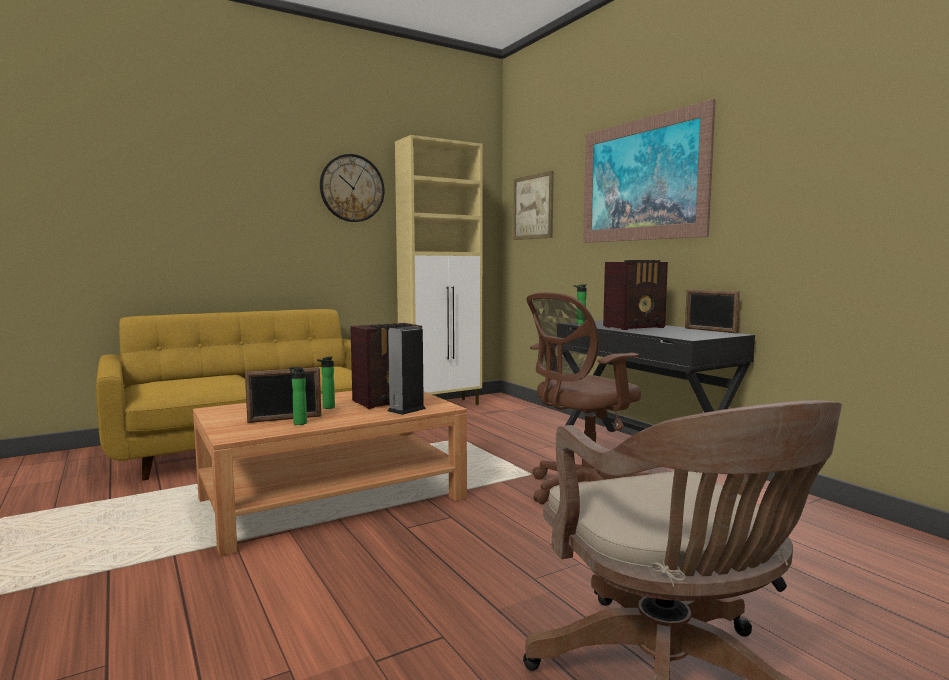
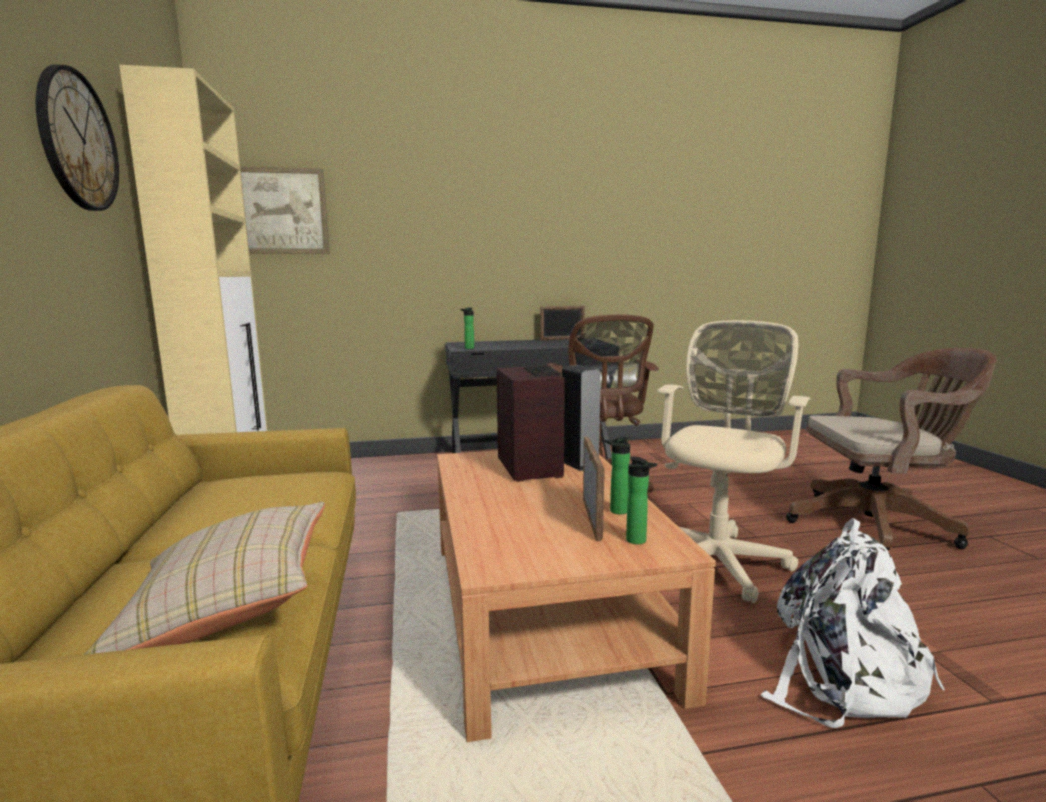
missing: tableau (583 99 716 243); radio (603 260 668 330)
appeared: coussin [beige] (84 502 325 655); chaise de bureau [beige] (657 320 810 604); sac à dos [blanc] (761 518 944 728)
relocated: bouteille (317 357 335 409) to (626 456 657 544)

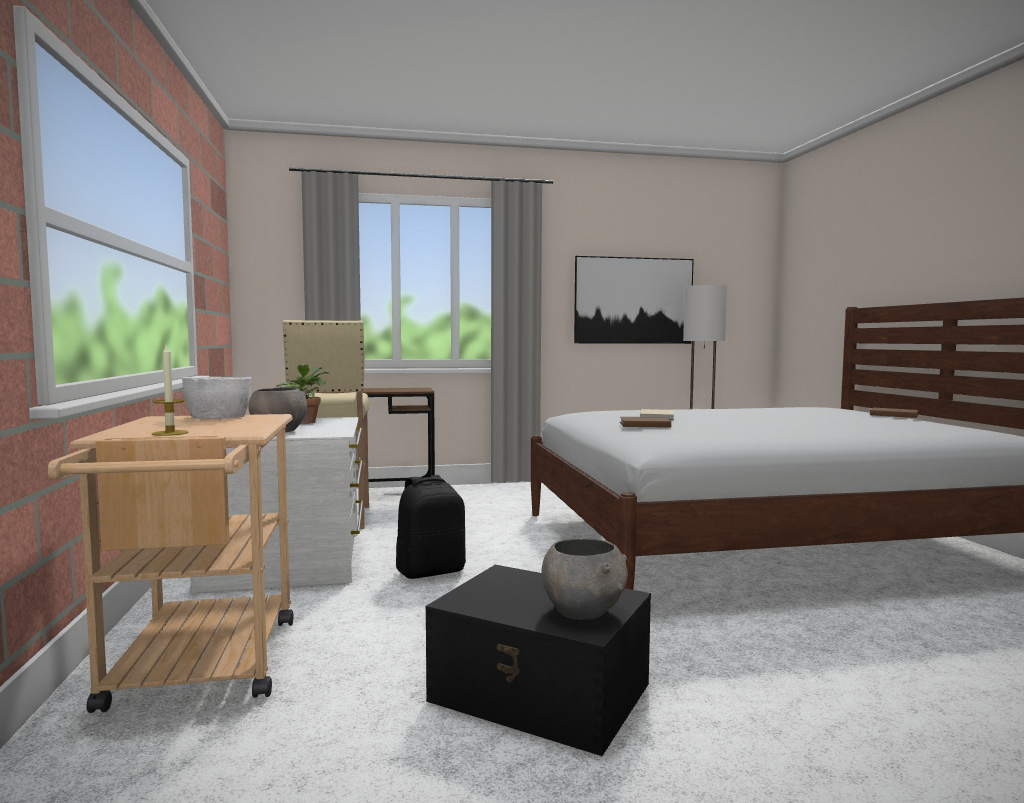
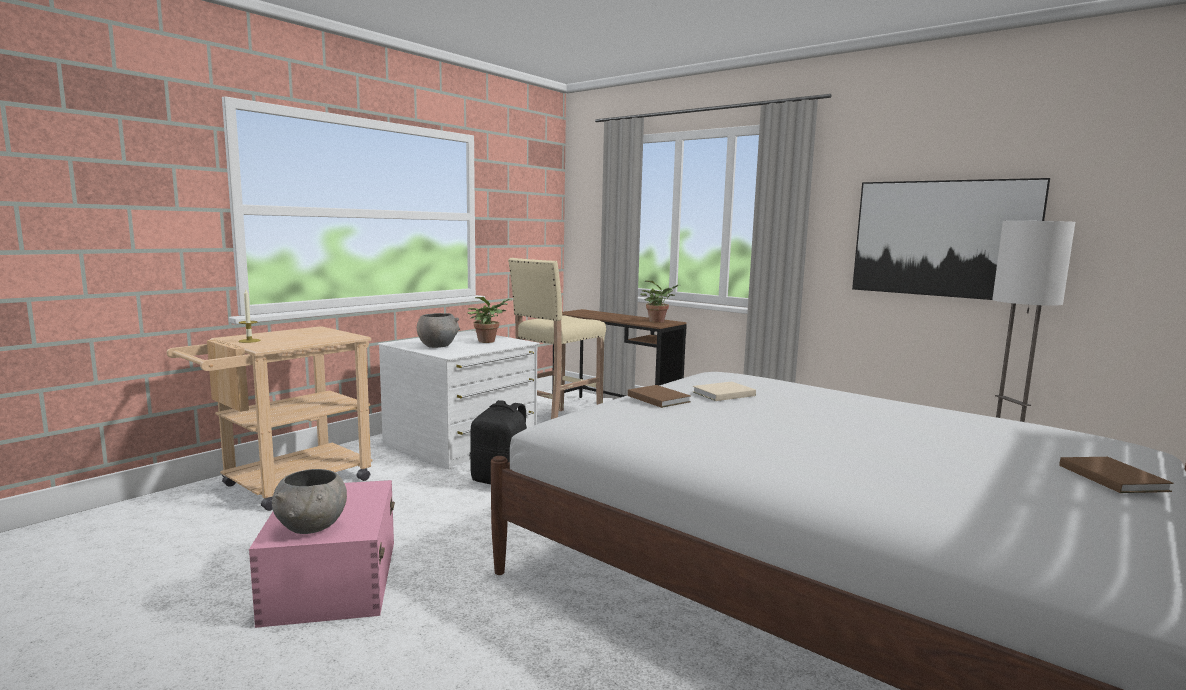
missing: bol [blanc] (182 377 252 419)
appeared: plante en pot (640 281 681 323)
colour: boîte de rangement [noir] (426 565 651 756) to boîte de rangement [rose] (249 480 395 628)

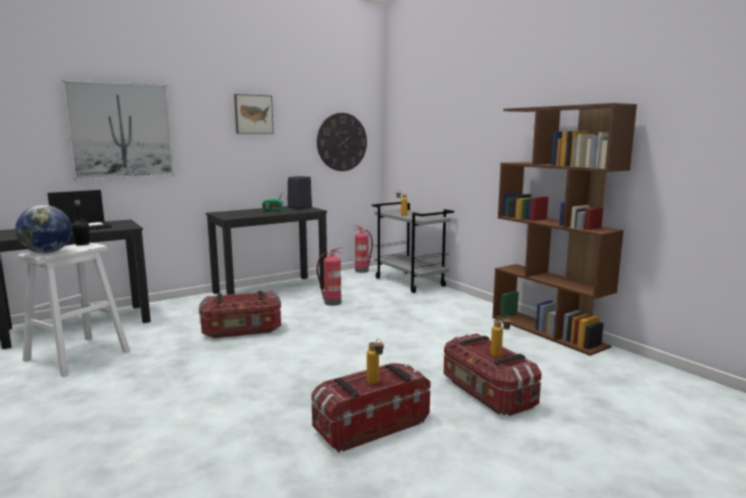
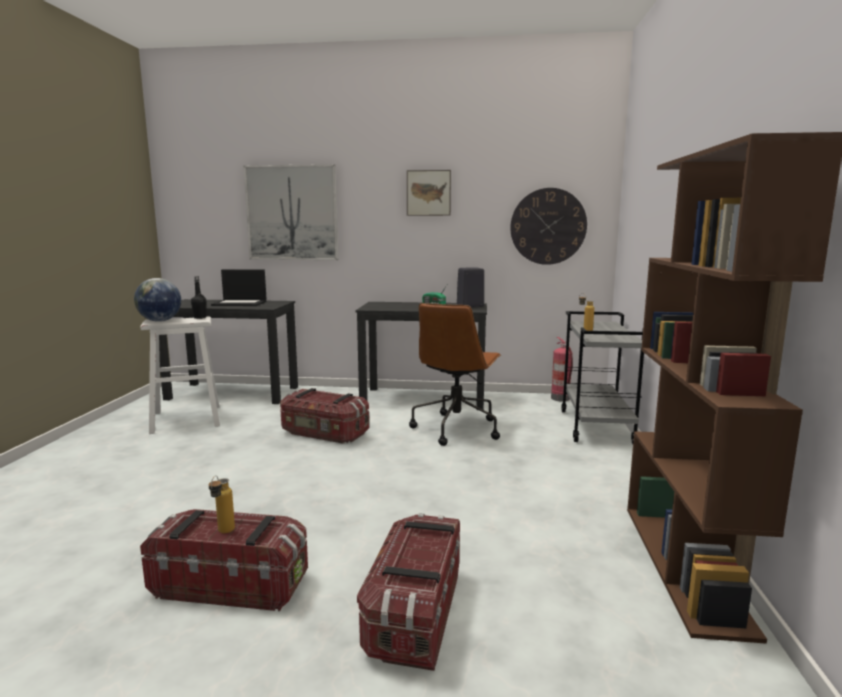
missing: bouteille (490 315 511 357)
exchanged: extincteur (317 247 343 306) to chaise de bureau [marron] (409 303 501 446)

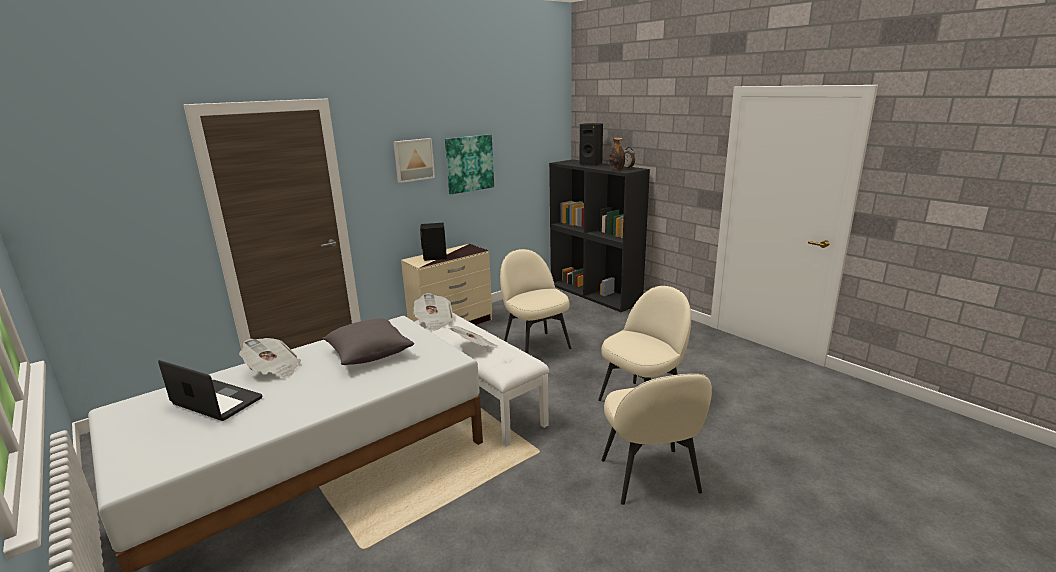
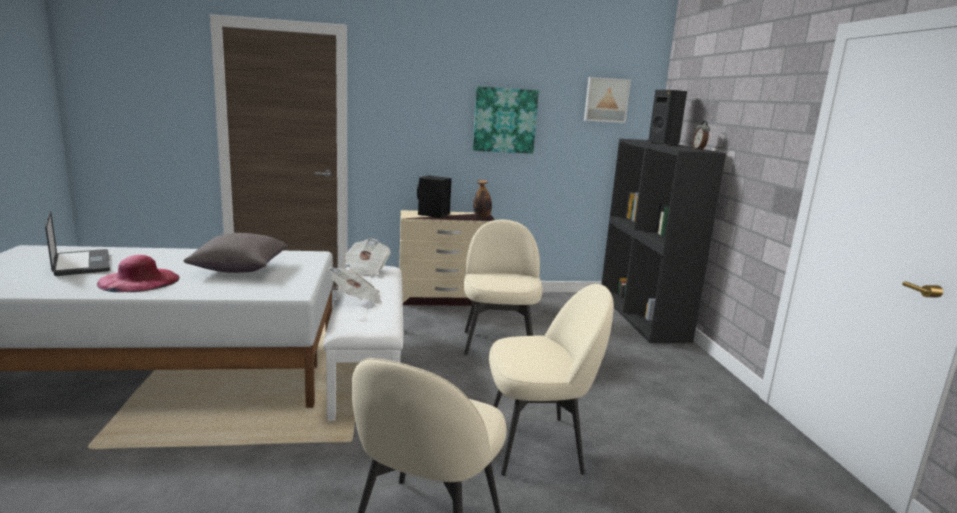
missing: journal (239 338 301 378)
appeared: chapeau [rose] (97 255 180 292)
relocated: tableau (393 138 435 183) to (584 77 631 123); bouteille (609 137 625 170) to (473 180 492 218)

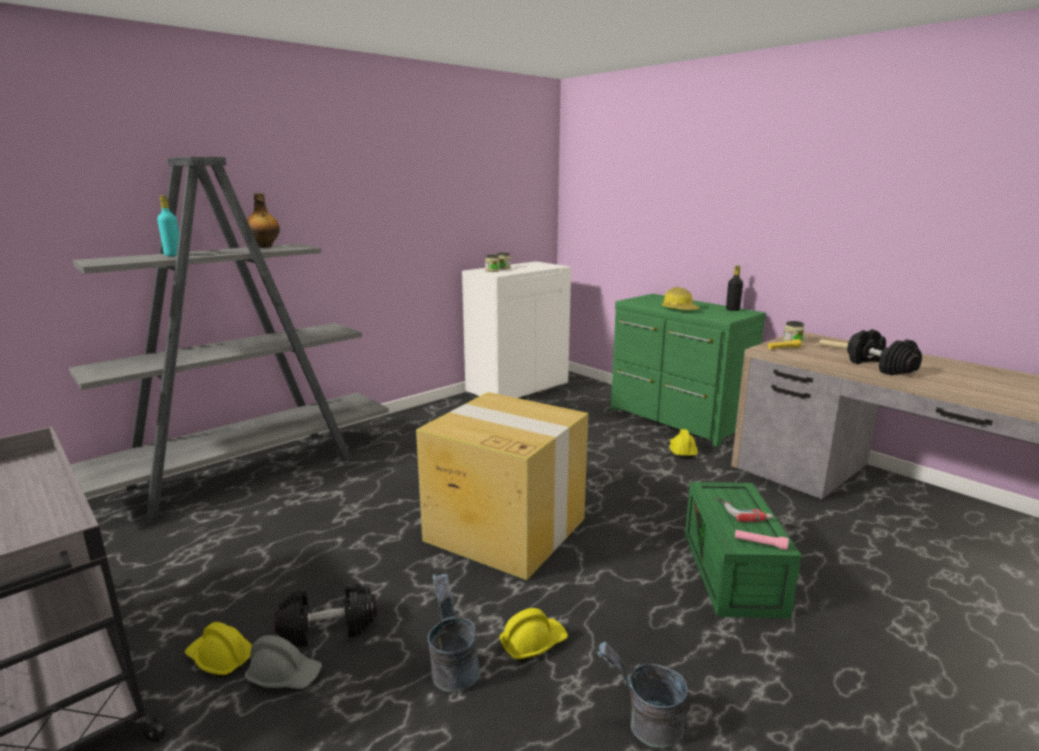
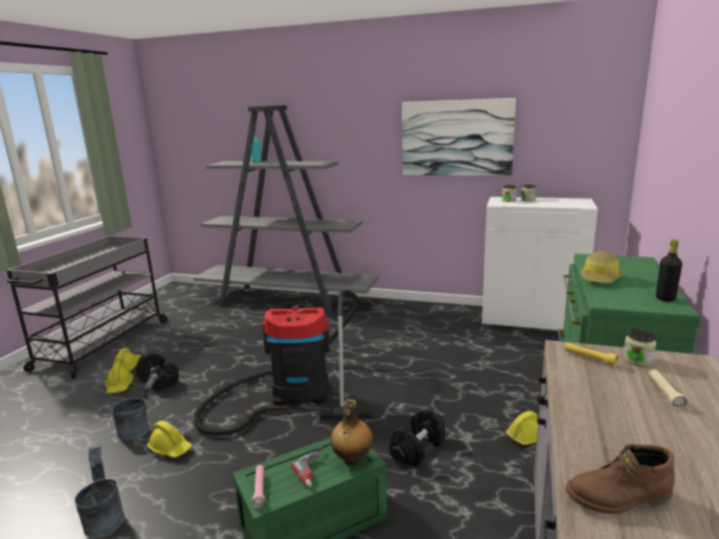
appeared: tableau (402 98 516 176); botte [marron] (566 444 675 514)
relocated: bouteille (247 193 280 248) to (331 399 373 466); haltère [noir] (847 329 922 375) to (389 409 445 466)
exchanged: carton (416 392 588 580) to aspirateur (194 290 372 436)
colour: casque de chantier [gris] (245 635 322 689) to casque de chantier [jaune] (105 362 133 393)

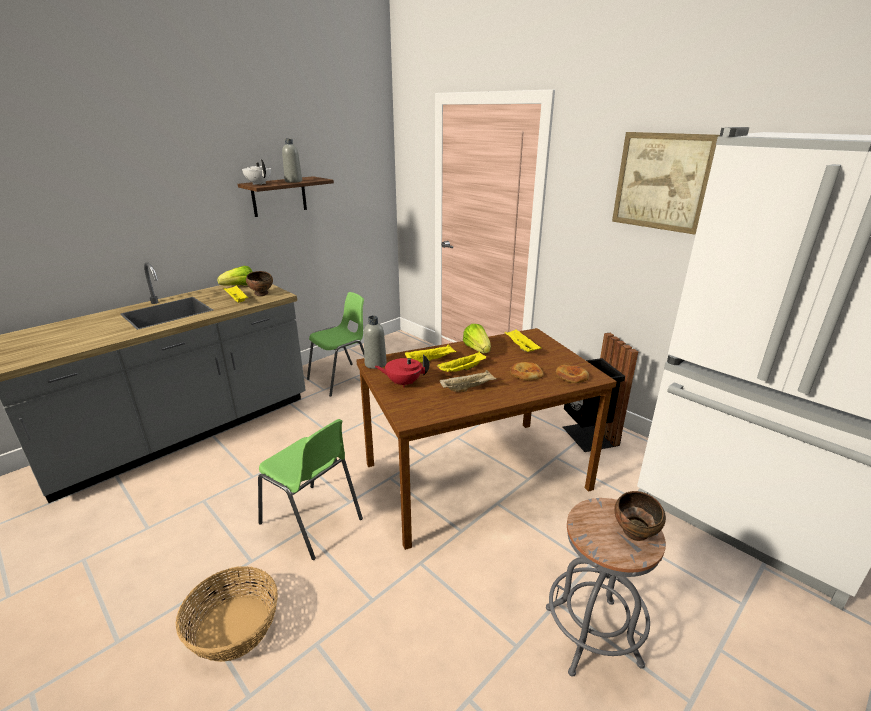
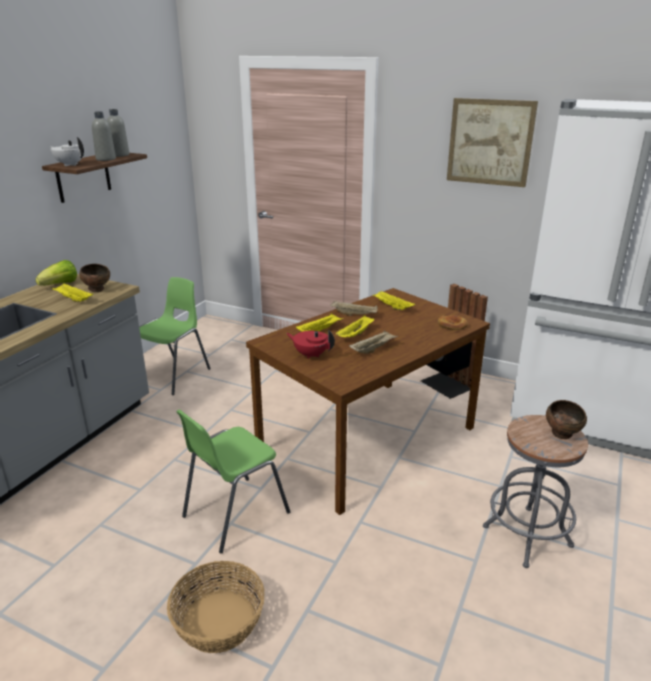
missing: pain (510 362 544 380)
relocated: bouteille [gris] (364 316 387 369) to (107 109 129 157)
exchanged: laitue (463 324 491 353) to plateau [beige] (330 301 378 316)
spun: chaise [vert] (258 419 363 560) = (176 409 290 553) 120 degrees clockwise; théière [rouge] (375 355 429 388) = (286 330 335 359) 45 degrees clockwise

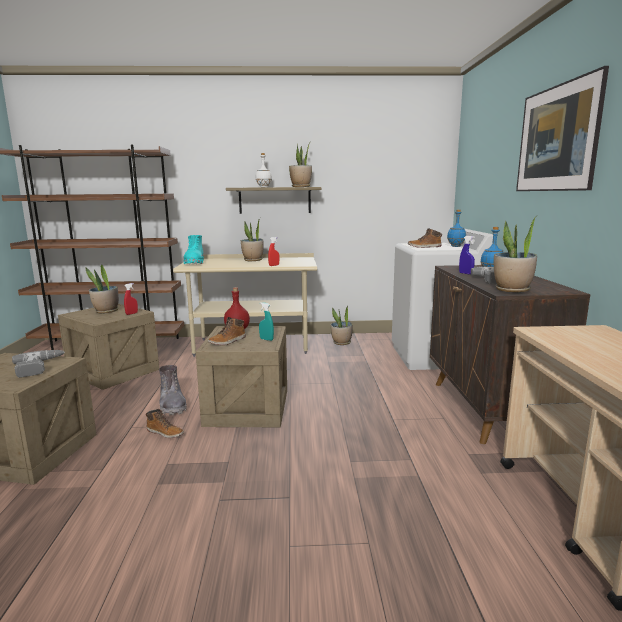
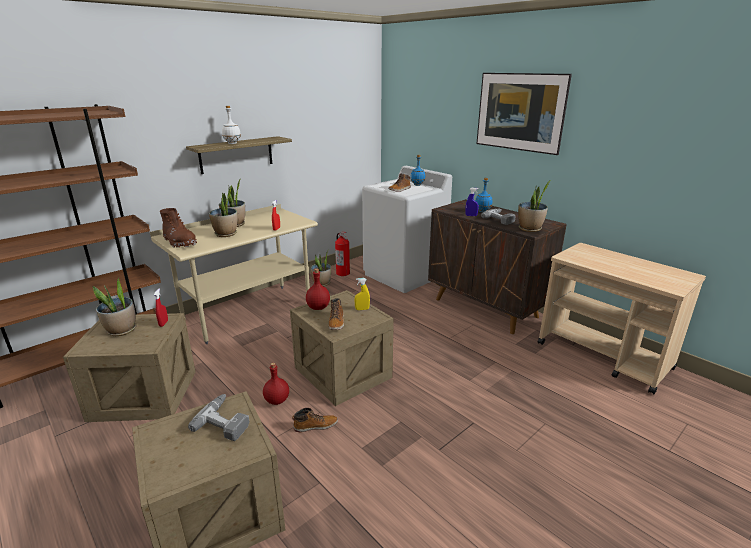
appeared: extincteur (335 232 350 276)
relocated: plante en pot (289 143 312 187) to (209 185 237 237)
exchanged: botte [gris] (159 365 187 415) to bouteille [rouge] (263 363 289 405)
colour: botte [turquoise] (184 235 204 264) to botte [marron] (160 208 197 248); vaporisateur [turquoise] (259 302 274 341) to vaporisateur [jaune] (354 278 370 310)

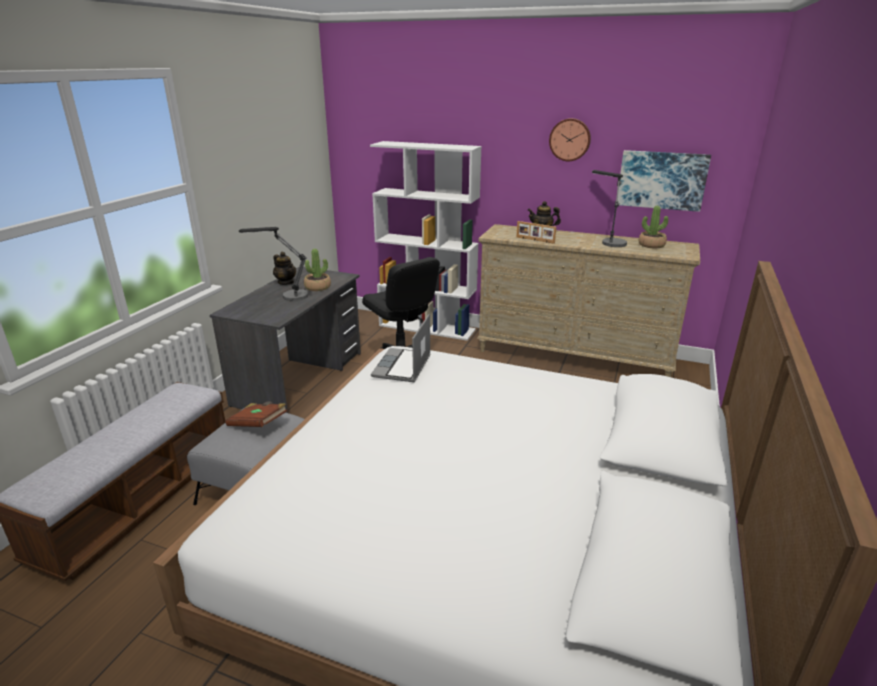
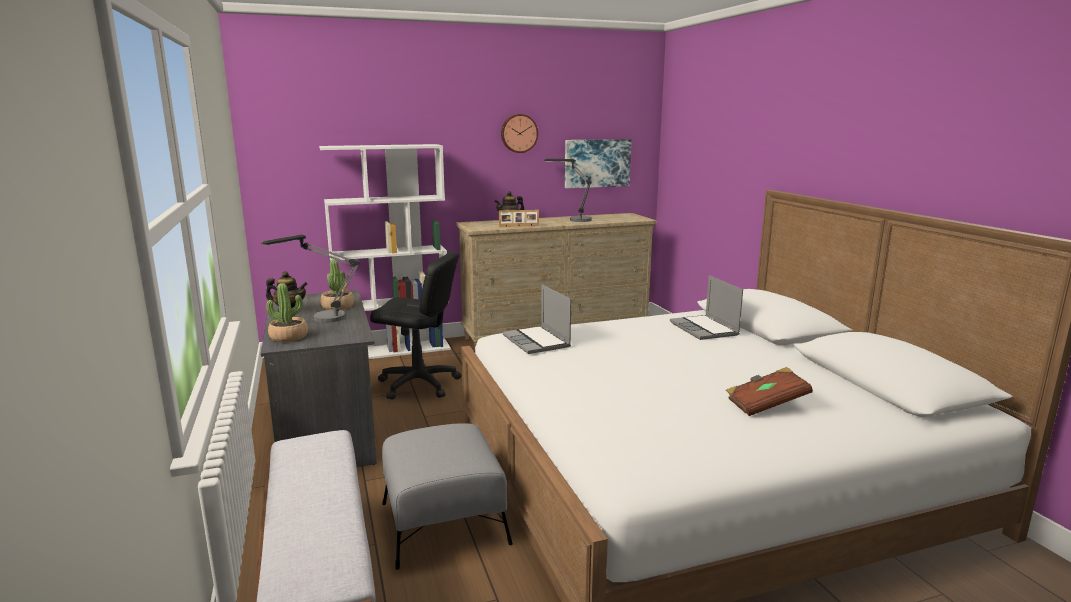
appeared: ordinateur portable (670 275 743 340)
relocated: livre [marron] (225 401 288 427) to (726 367 813 416); plante en pot (639 206 668 248) to (266 283 308 342)

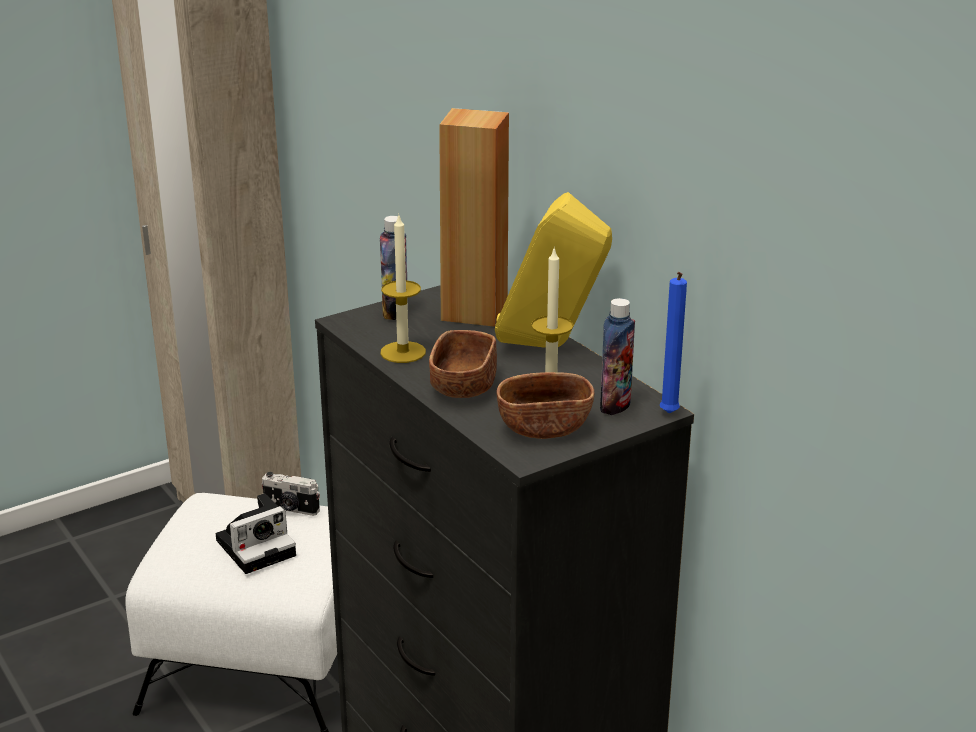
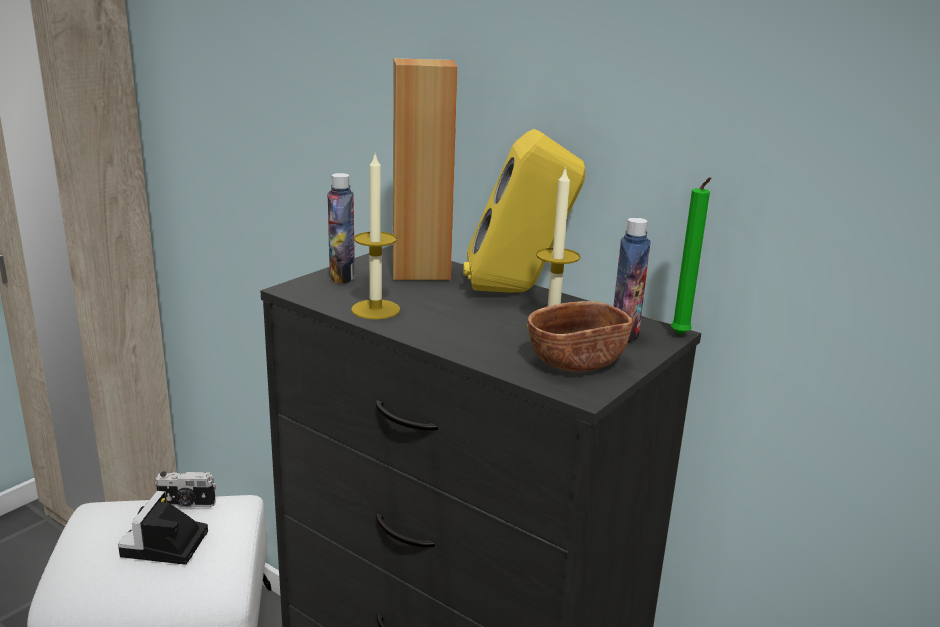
missing: bol [marron] (429 330 497 398)
colour: bougie [bleu] (660 272 687 413) to bougie [vert] (671 177 711 335)
spun: appareil photo (216 493 296 574) = (118 491 208 565) 150 degrees clockwise

